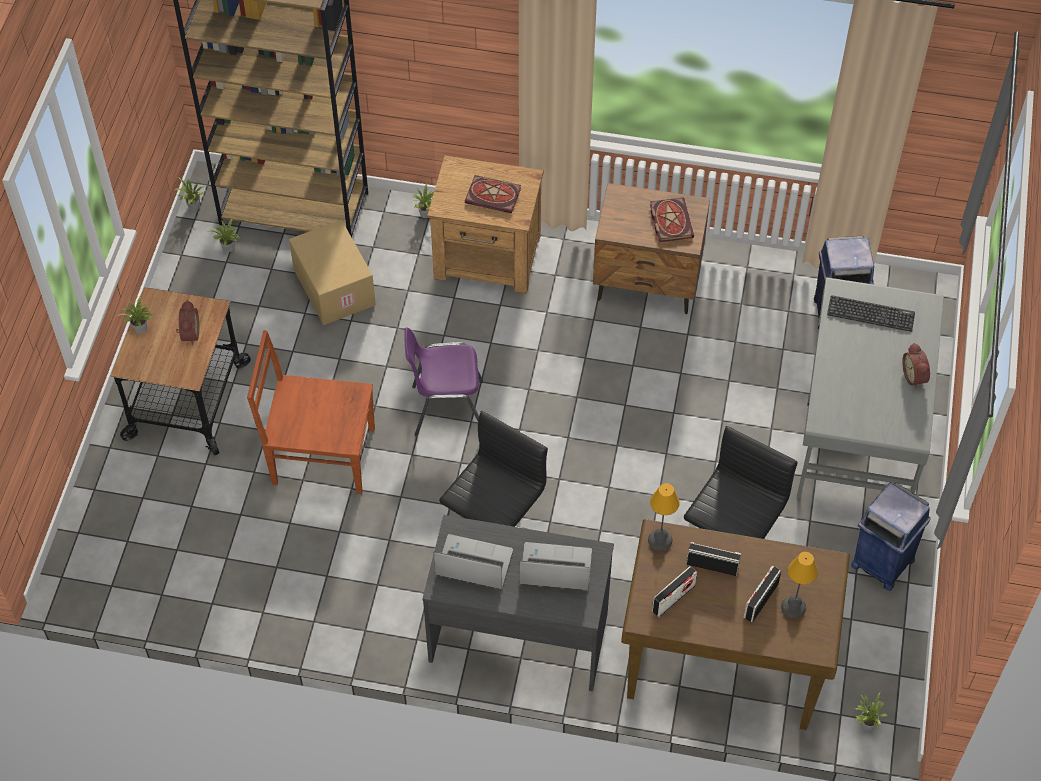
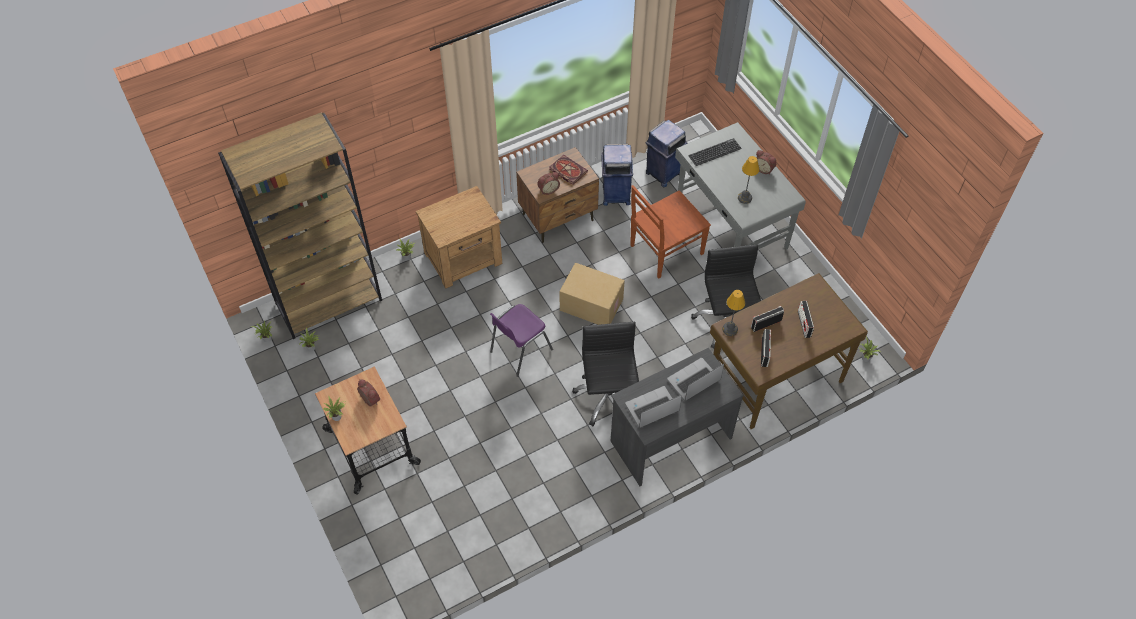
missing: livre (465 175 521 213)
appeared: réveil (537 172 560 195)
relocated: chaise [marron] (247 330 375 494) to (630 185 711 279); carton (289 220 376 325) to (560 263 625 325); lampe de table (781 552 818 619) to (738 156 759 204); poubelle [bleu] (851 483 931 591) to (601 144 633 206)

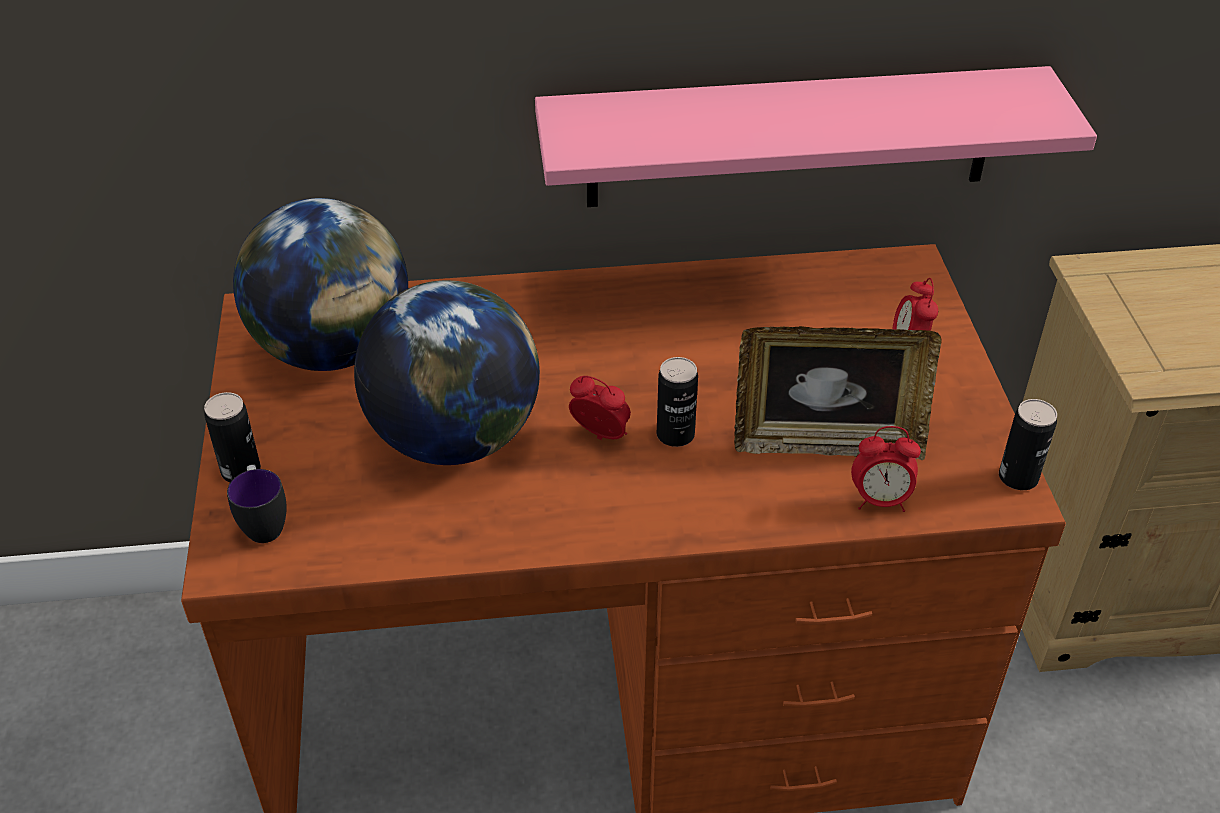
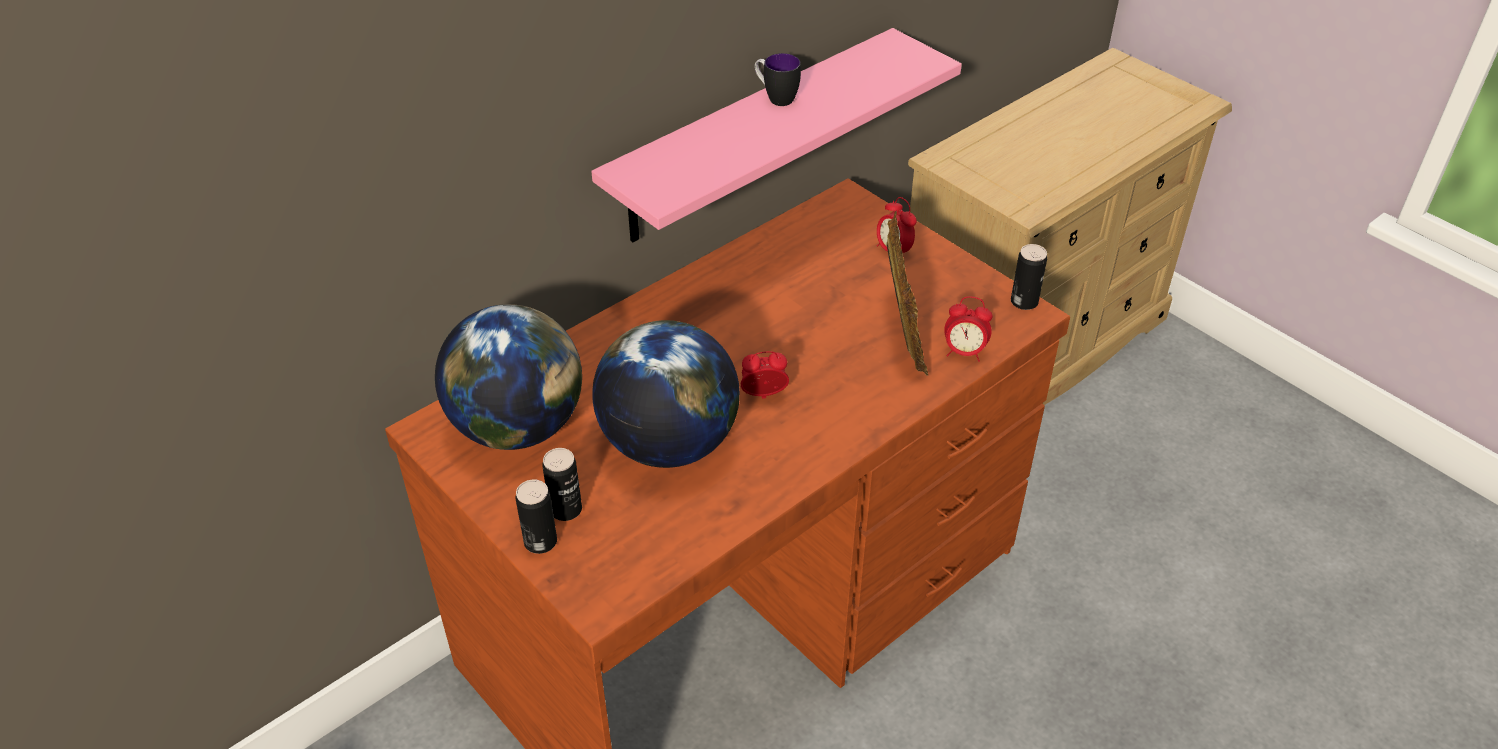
relocated: mug (227 465 286 543) to (754 53 801 106); boîte métallique (657 357 698 447) to (542 448 582 521)
spun: cadre photo (734 326 942 460) = (887 211 928 375) 60 degrees counterclockwise; réveil (851 426 921 512) = (944 296 993 362) 45 degrees clockwise

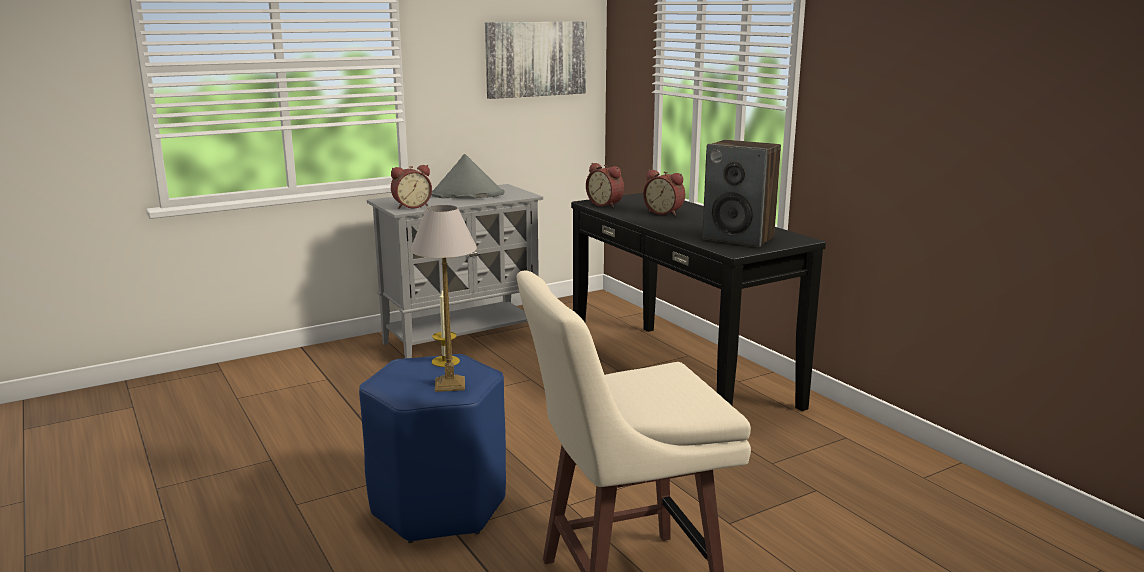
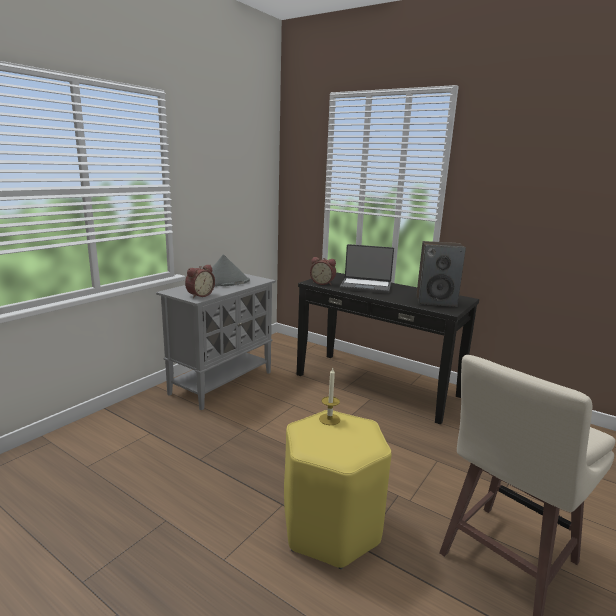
missing: lampe de table (410 205 477 392); tableau (485 21 586 99)
exchanged: réveil (643 170 685 216) to ordinateur portable (340 244 394 294)
colour: tabouret [bleu] (359 354 506 543) to tabouret [jaune] (284 410 392 569)

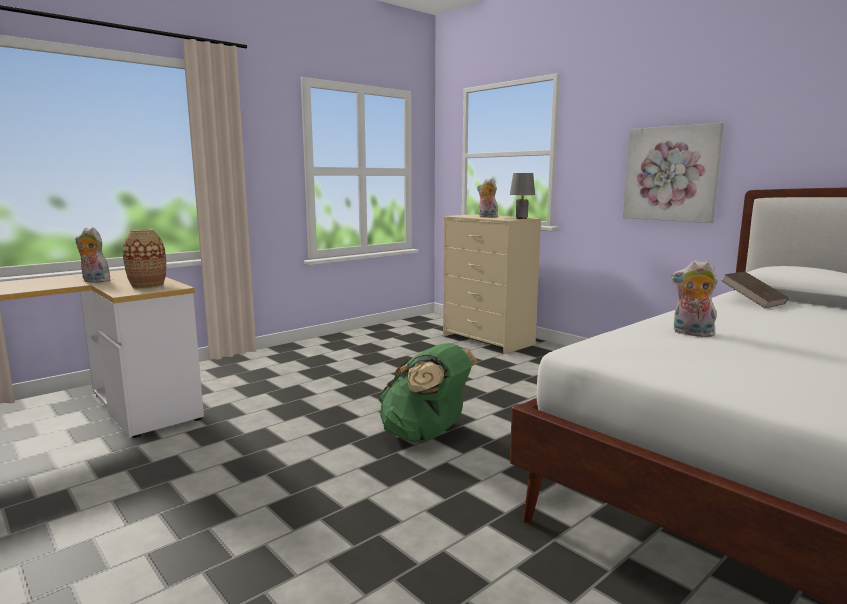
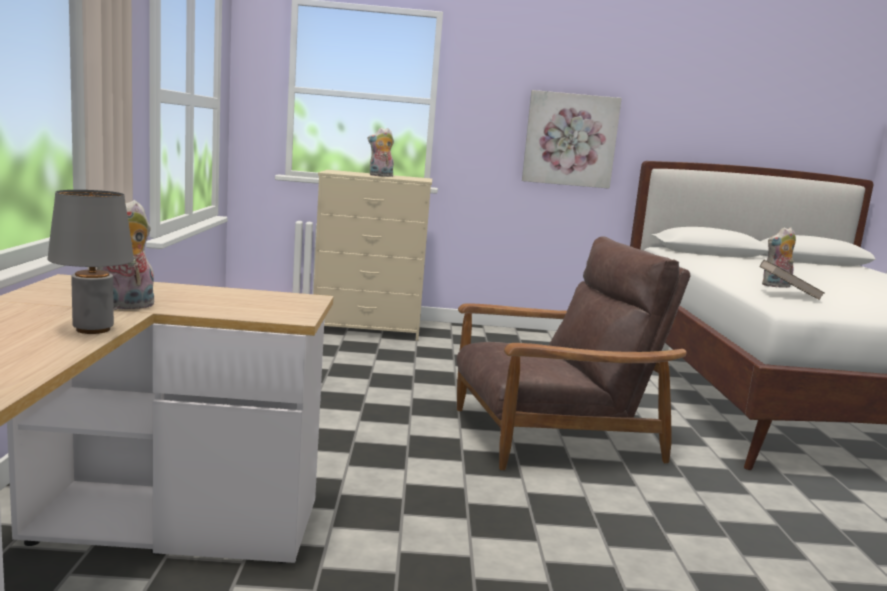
missing: vase (123 229 166 289)
relocated: lampe de table [gris] (510 173 535 219) to (47 190 134 334); livre [marron] (721 272 789 308) to (759 260 824 300)
exchanged: sac à dos [vert] (379 343 478 443) to fauteuil [marron] (456 236 690 470)

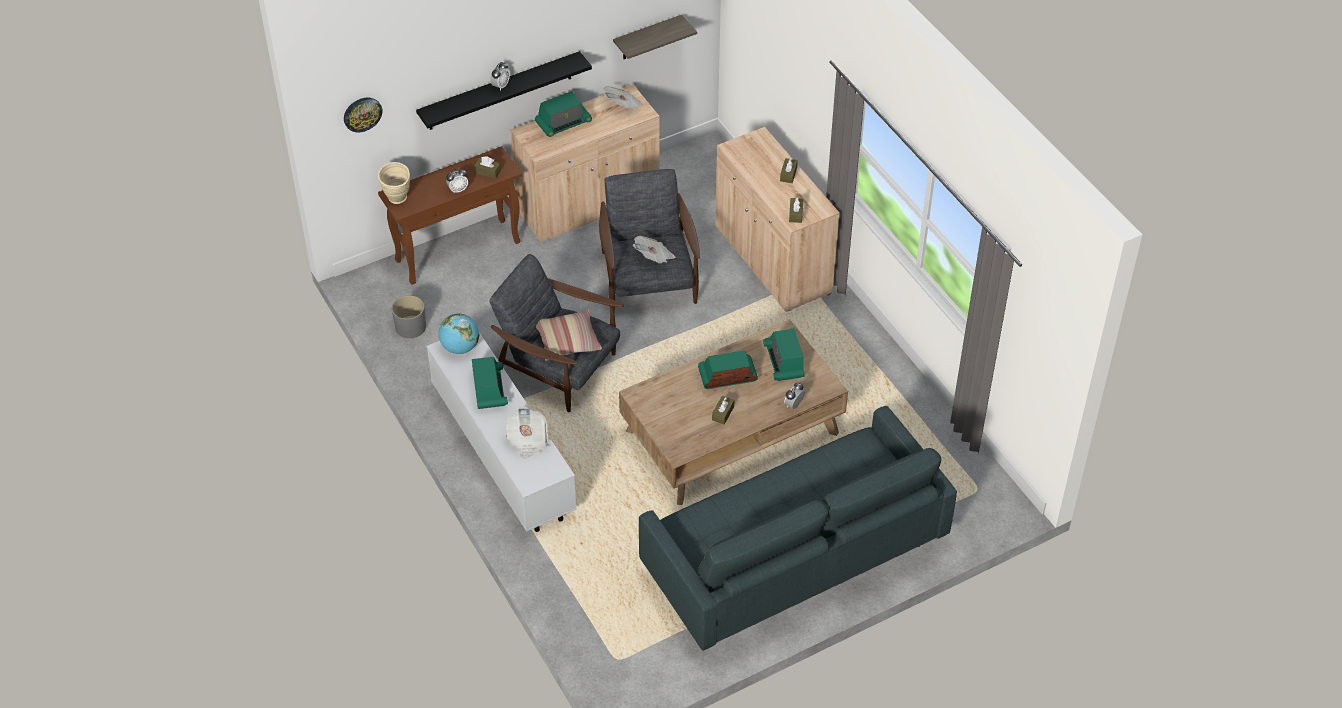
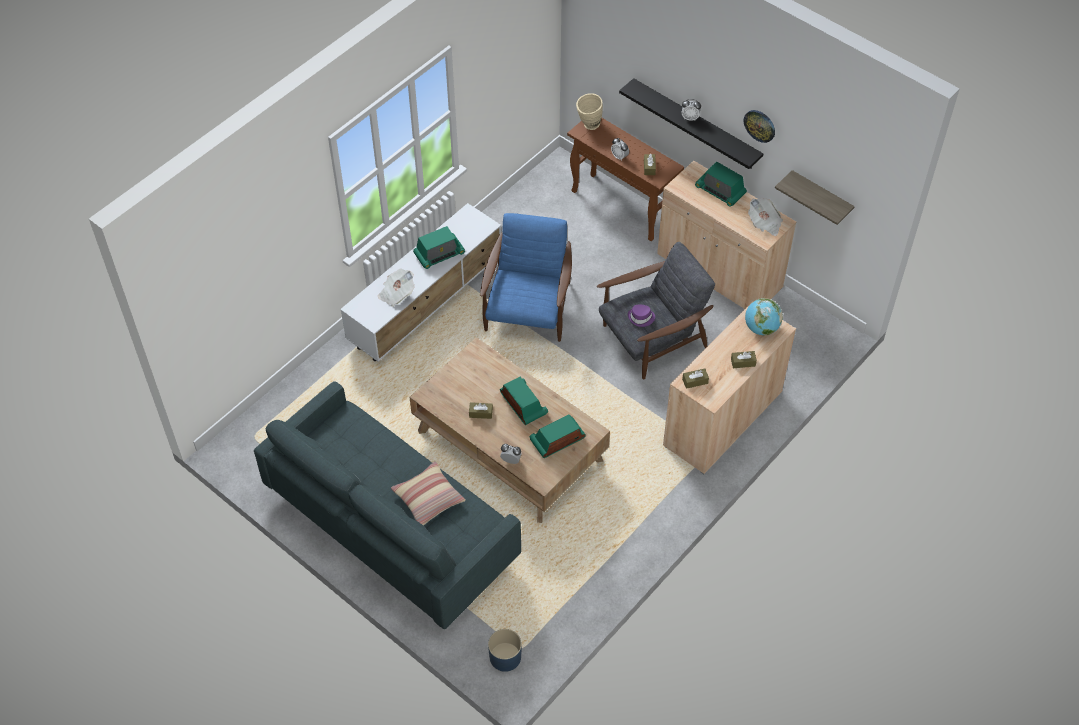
missing: cache-pot [gris] (392 295 426 338)
appeared: cache-pot [bleu] (488 629 522 672)
relocated: horloge murale (344 98 382 132) to (744 110 775 143); globe (439 313 479 354) to (745 298 783 336); coussin (536 309 602 361) to (391 462 466 526)
exchanged: journal (633 236 676 264) to chapeau [violet] (628 305 655 327)
colour: fauteuil [gris] (490 254 624 412) to fauteuil [bleu] (480 213 572 342)

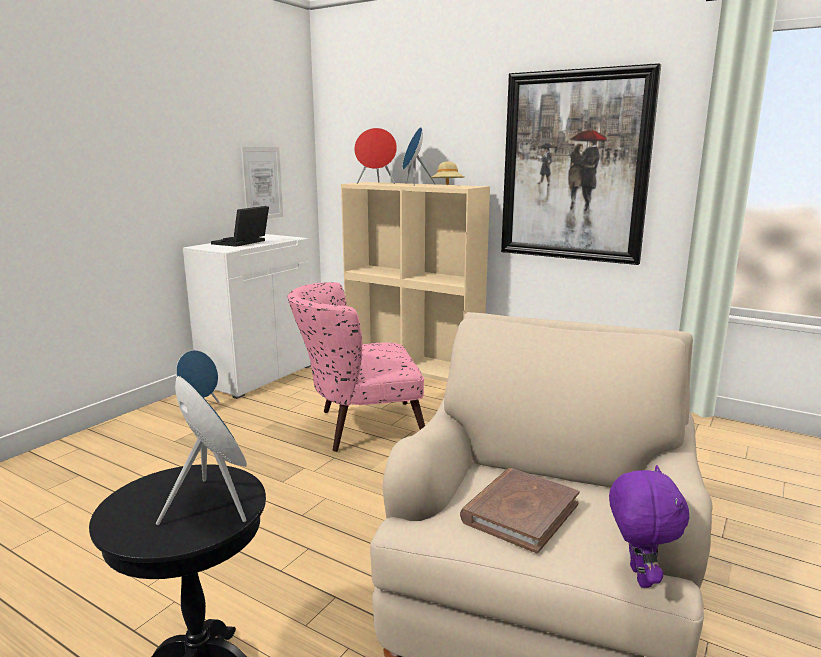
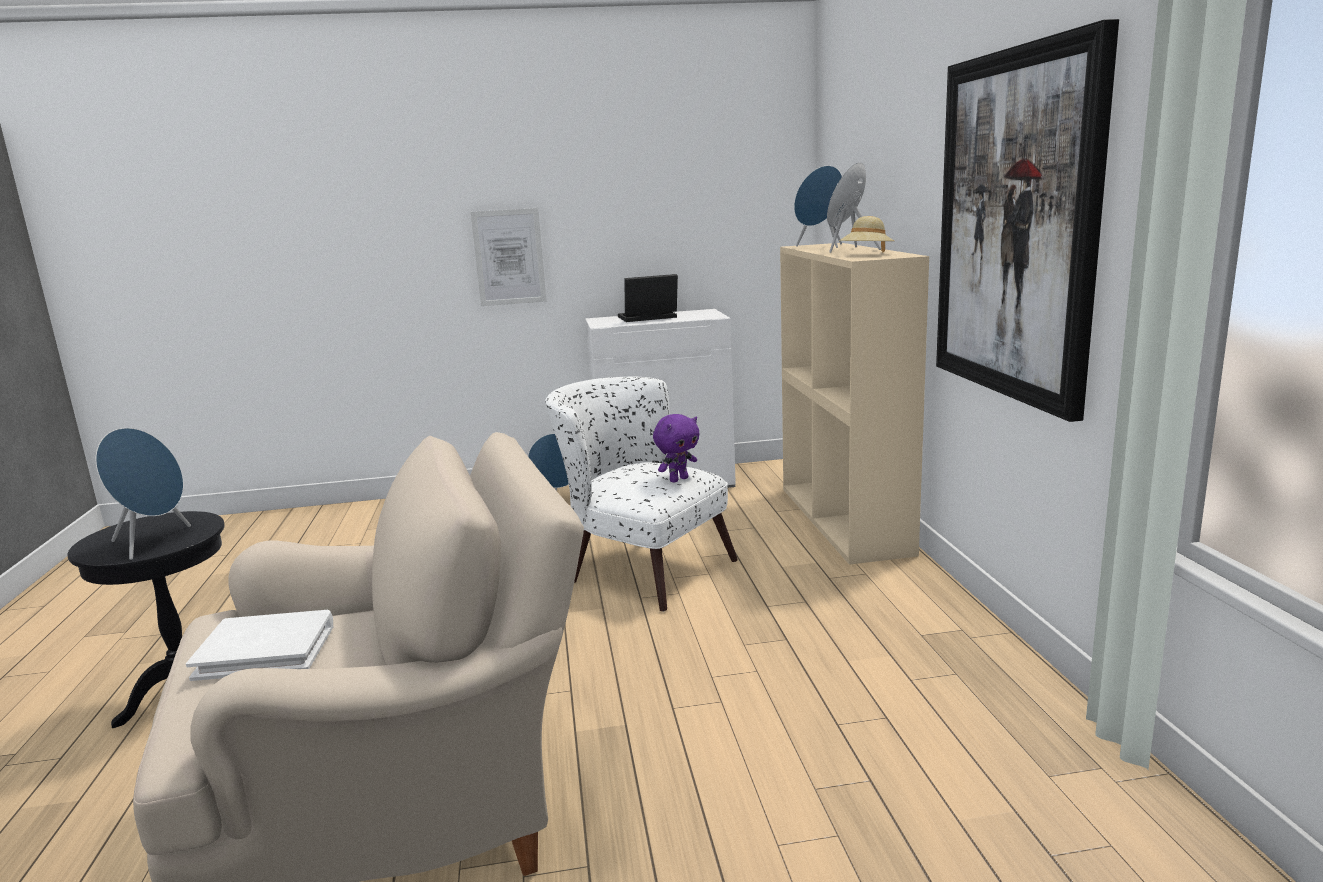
relocated: tableau (241 147 283 219) to (471 208 547 306); peluche [violet] (609 465 689 588) to (653 414 700 483)
colour: fauteuil [rose] (287 282 425 452) to fauteuil [blanc] (545 377 738 612); enceinte [rouge] (354 128 397 184) to enceinte [bleu] (794 165 842 248); livre [marron] (460 468 579 553) to livre [blanc] (186 610 333 681)

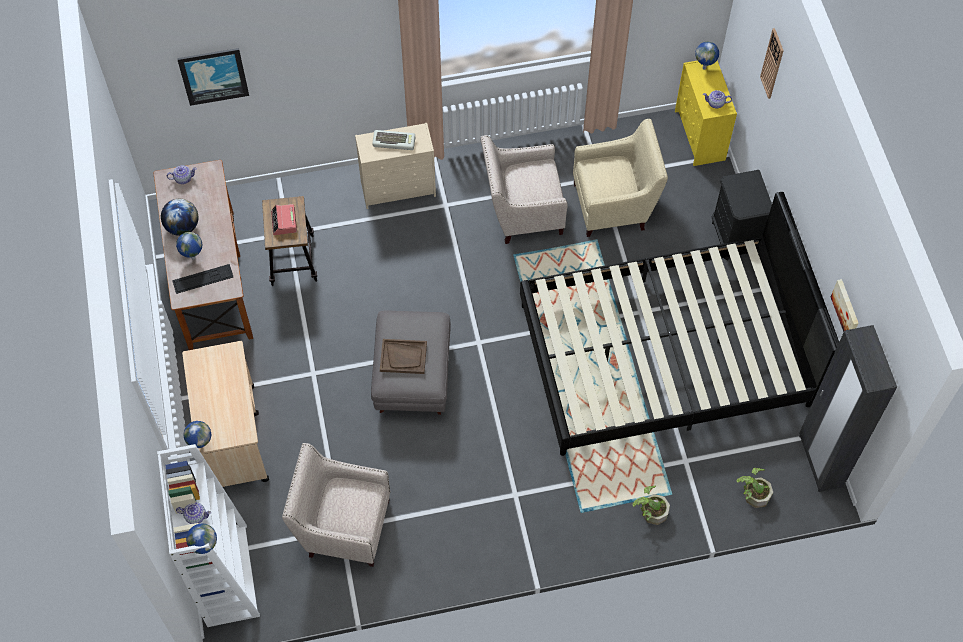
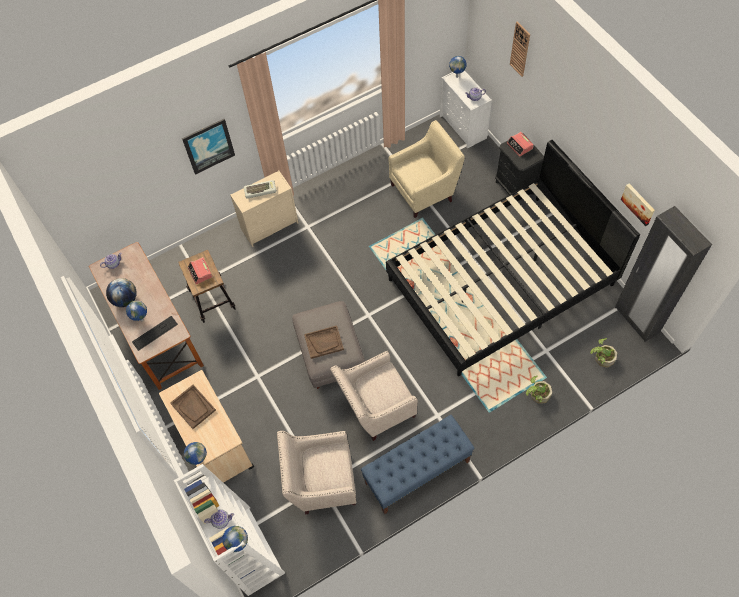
appeared: plateau [marron] (170 385 216 429); banc [bleu] (361 415 475 514); réveil (507 132 534 157)
relocated: tableau (177 48 249 106) to (182 119 235 175); fauteuil [beige] (480 135 568 244) to (330 351 418 441)
colour: commode [jaune] (675 61 737 166) to commode [blanc] (440 71 492 149)

